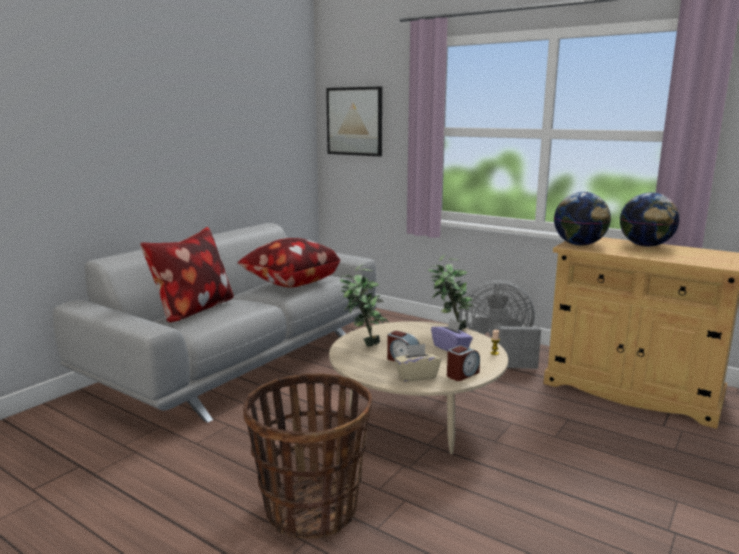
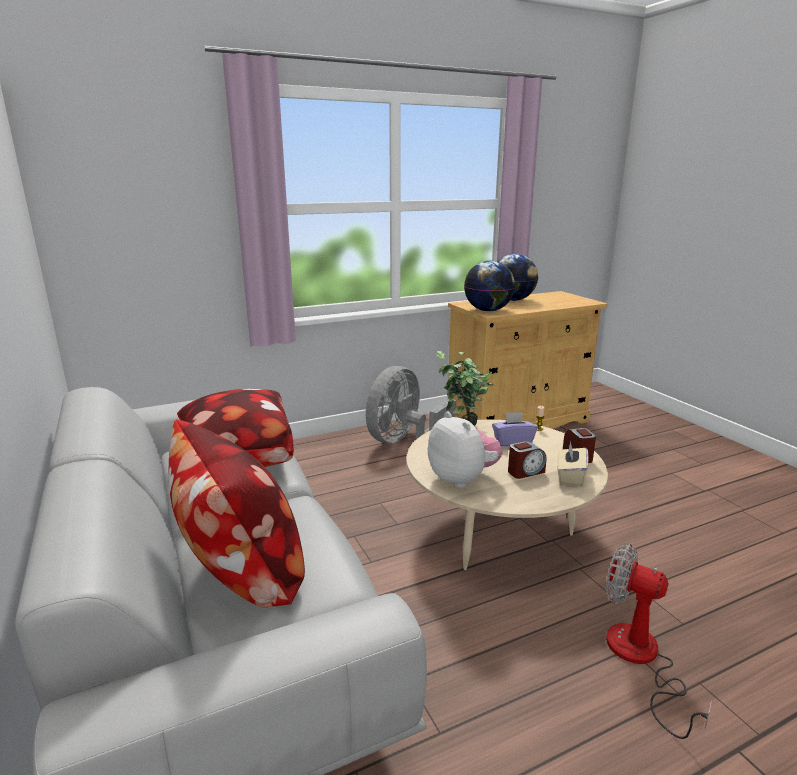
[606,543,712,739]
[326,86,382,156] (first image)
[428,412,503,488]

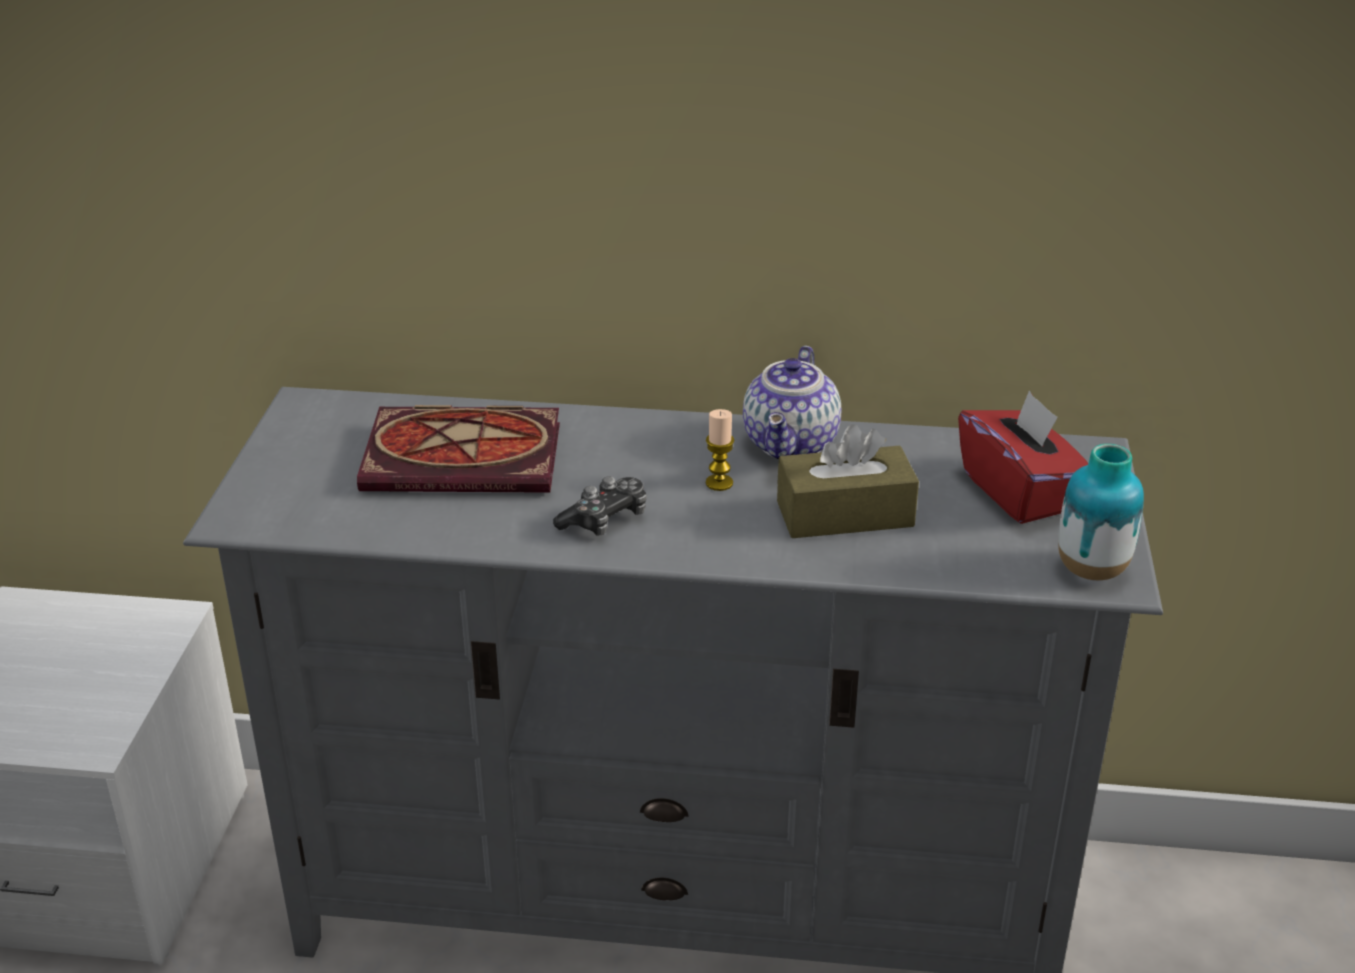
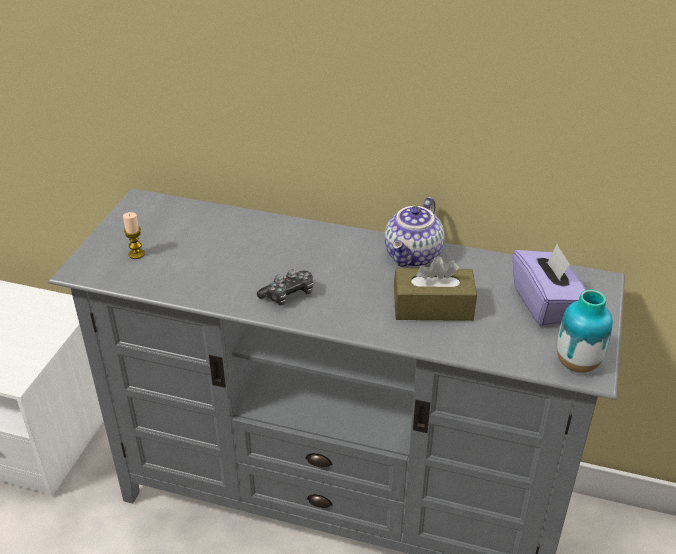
[357,405,560,493] (first image)
[123,212,145,259]
[512,243,586,326]

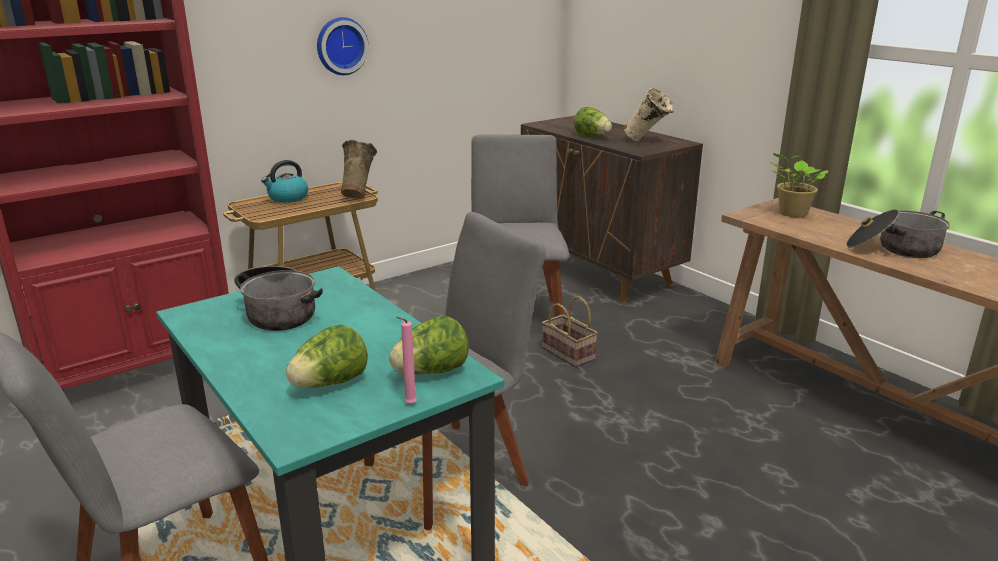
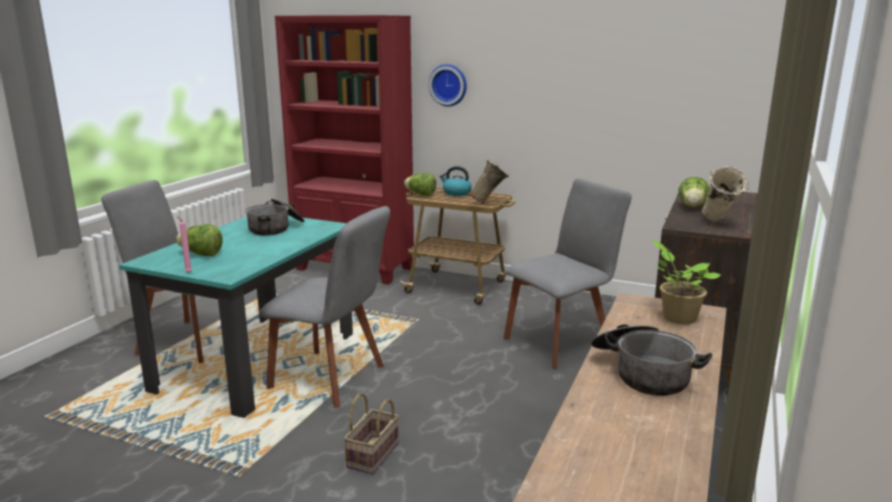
[429,64,467,107]
[404,173,436,196]
[344,393,399,474]

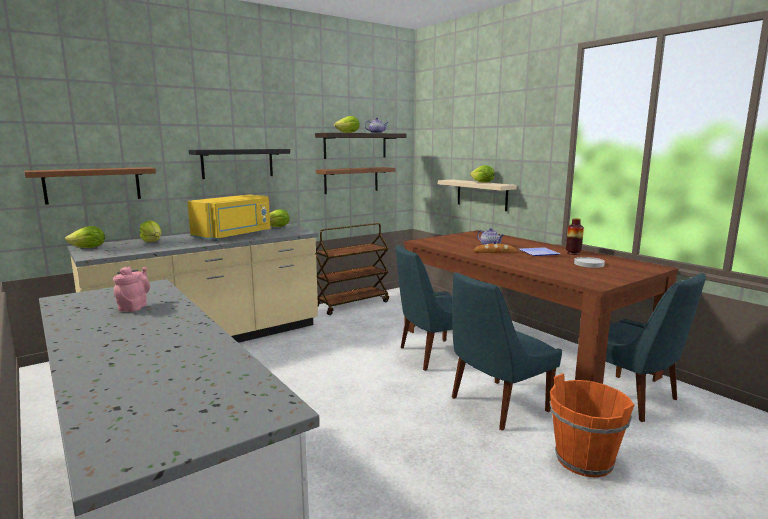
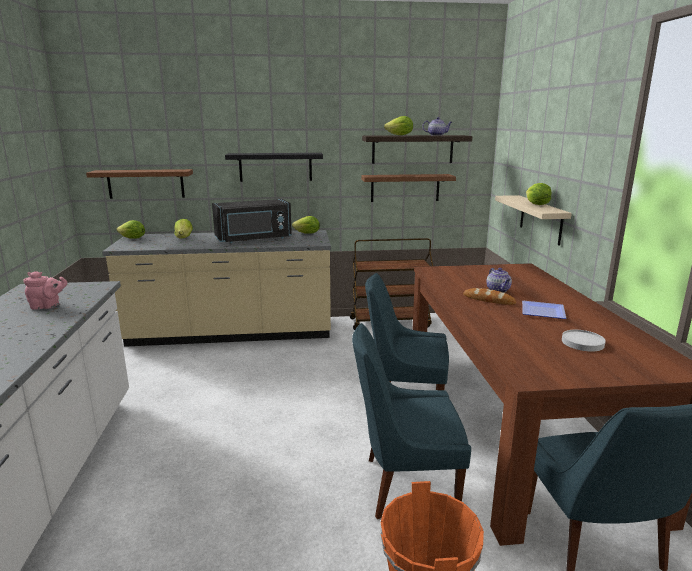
[24,271,68,310]
[212,199,292,243]
[566,218,584,255] (first image)

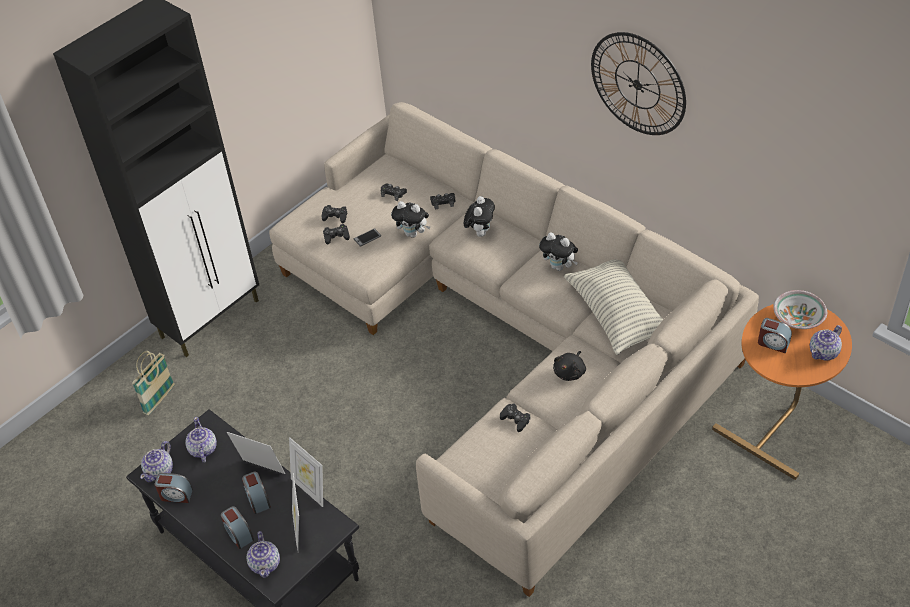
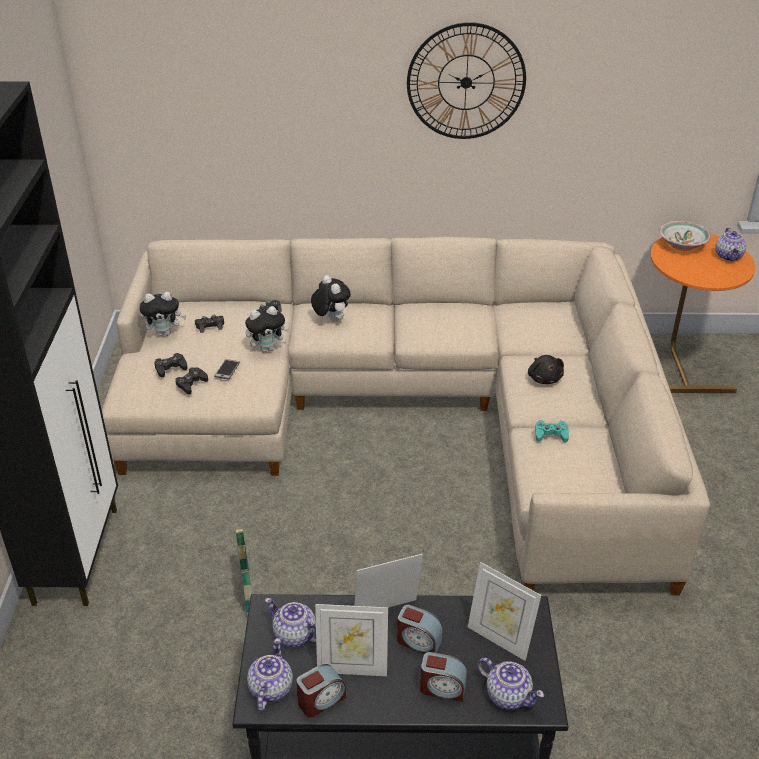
[235,529,252,616]
[247,638,293,711]
[315,604,388,676]
[535,420,569,443]
[140,292,186,336]
[564,259,663,355] (first image)
[758,318,792,353] (first image)

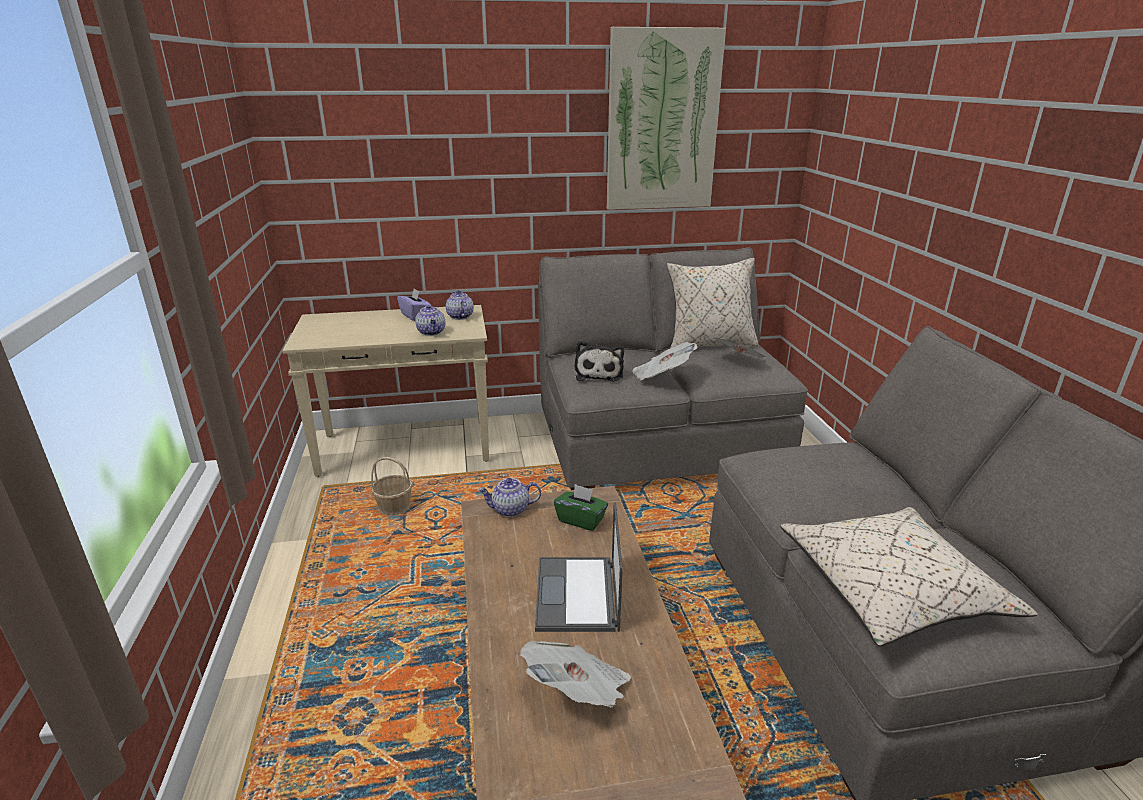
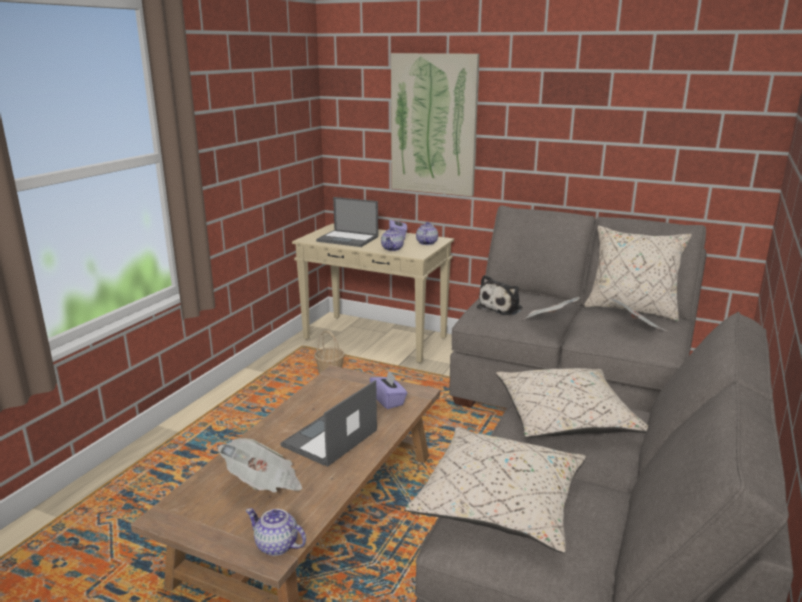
[246,508,306,556]
[370,371,408,409]
[391,53,479,196]
[316,197,378,247]
[496,368,648,438]

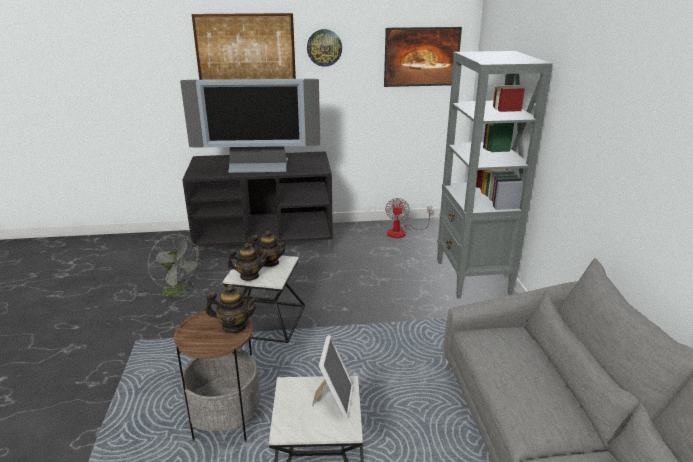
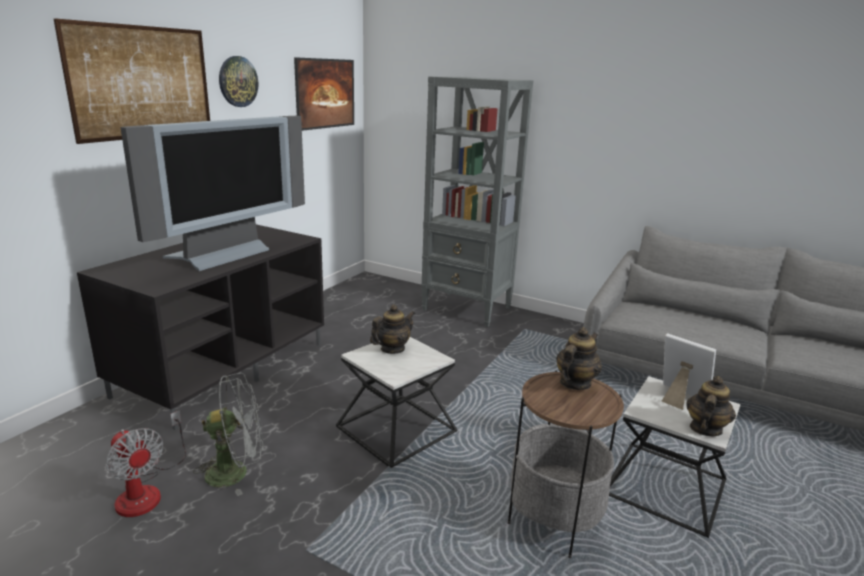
[686,376,736,437]
[106,410,186,517]

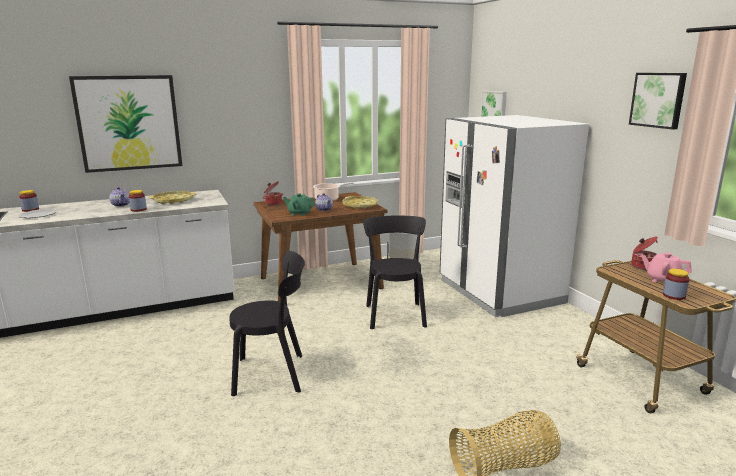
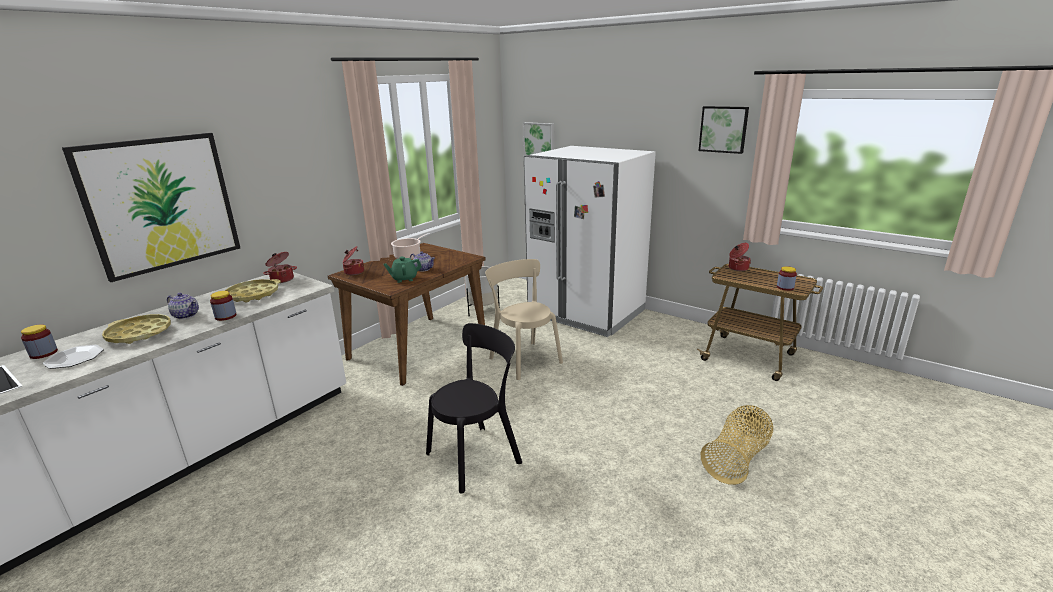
[102,314,171,344]
[485,259,563,380]
[641,252,692,282] (first image)
[263,252,297,283]

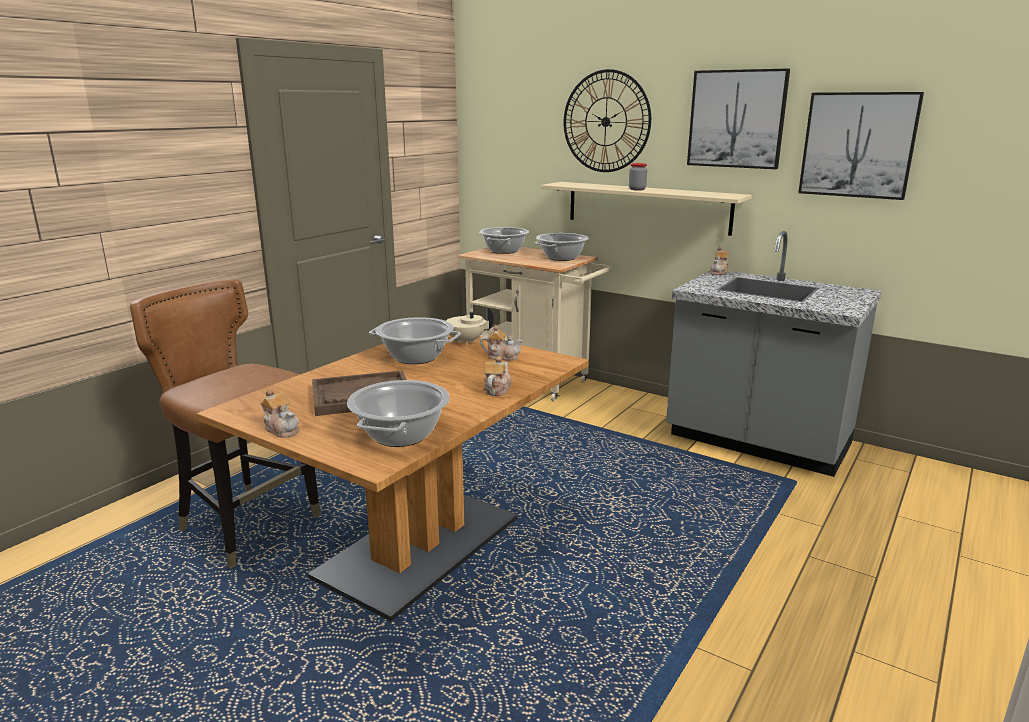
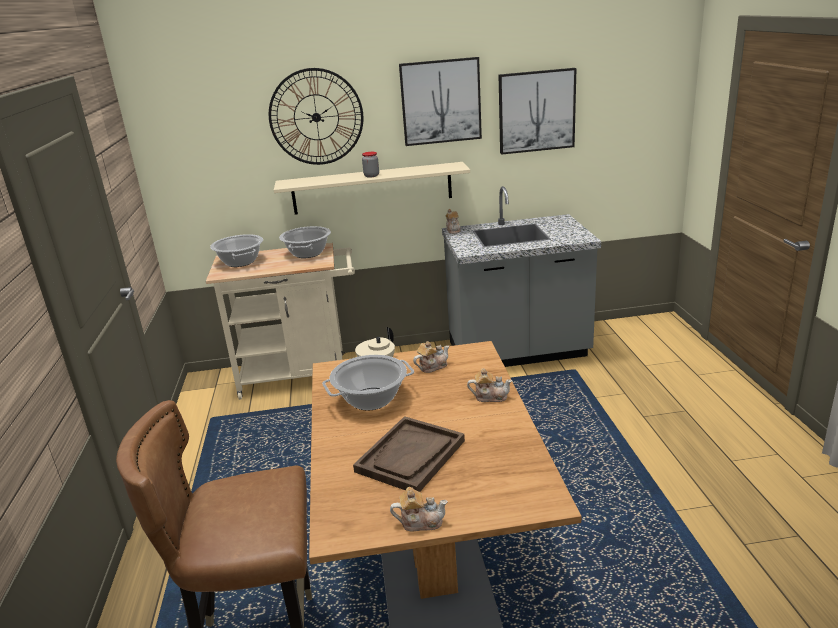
[347,380,450,447] (first image)
[467,368,512,402]

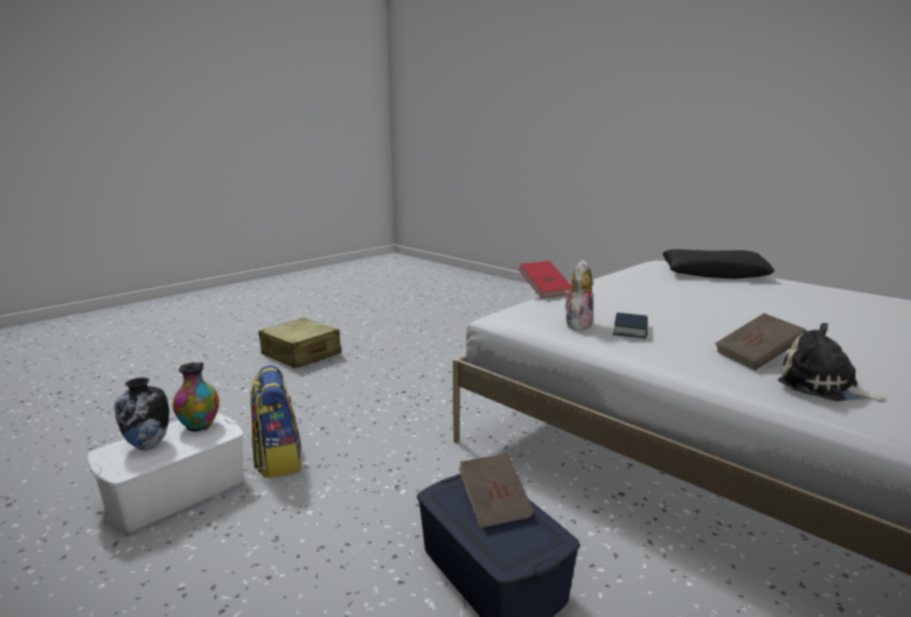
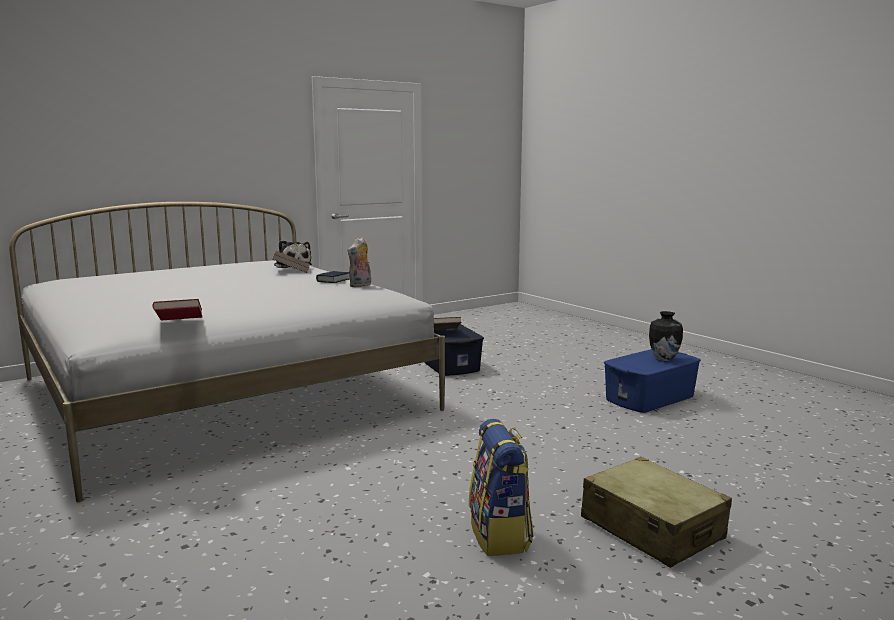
[604,349,701,413]
[173,362,219,432] (first image)
[469,419,534,556]
[153,299,203,321]
[663,249,774,279] (first image)

